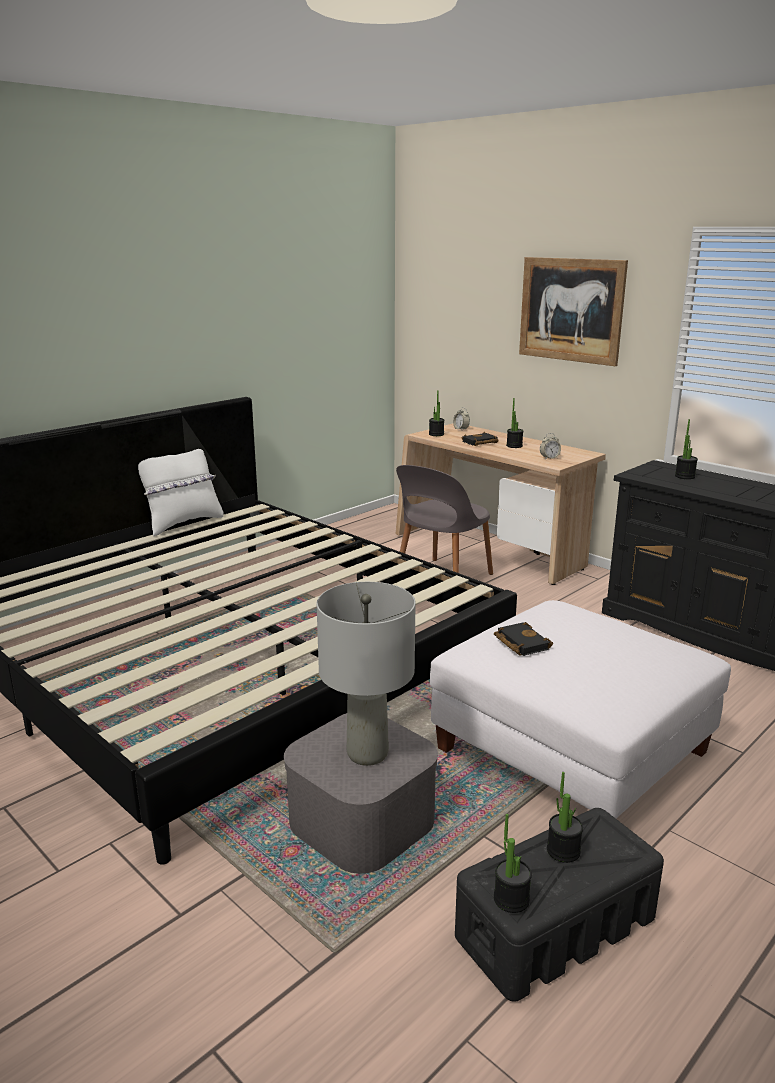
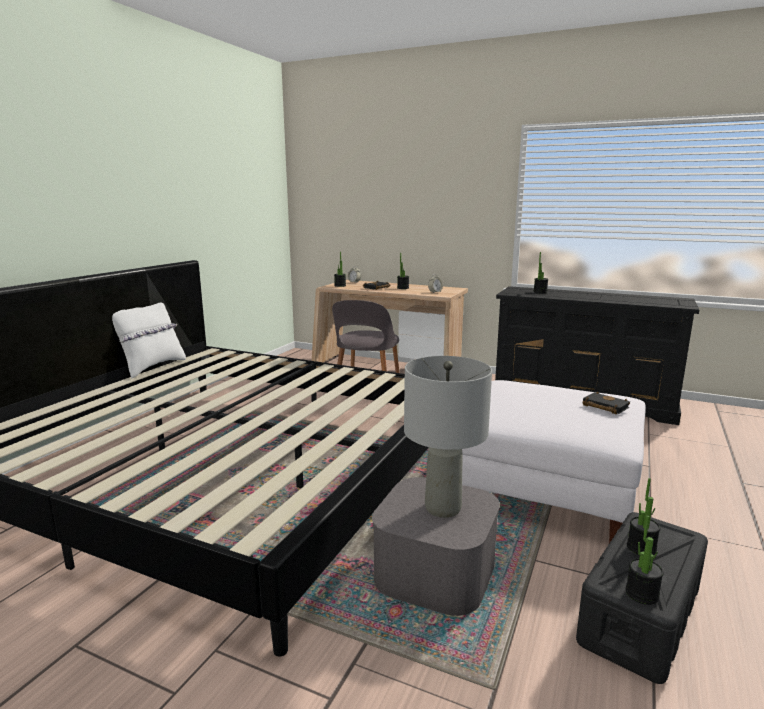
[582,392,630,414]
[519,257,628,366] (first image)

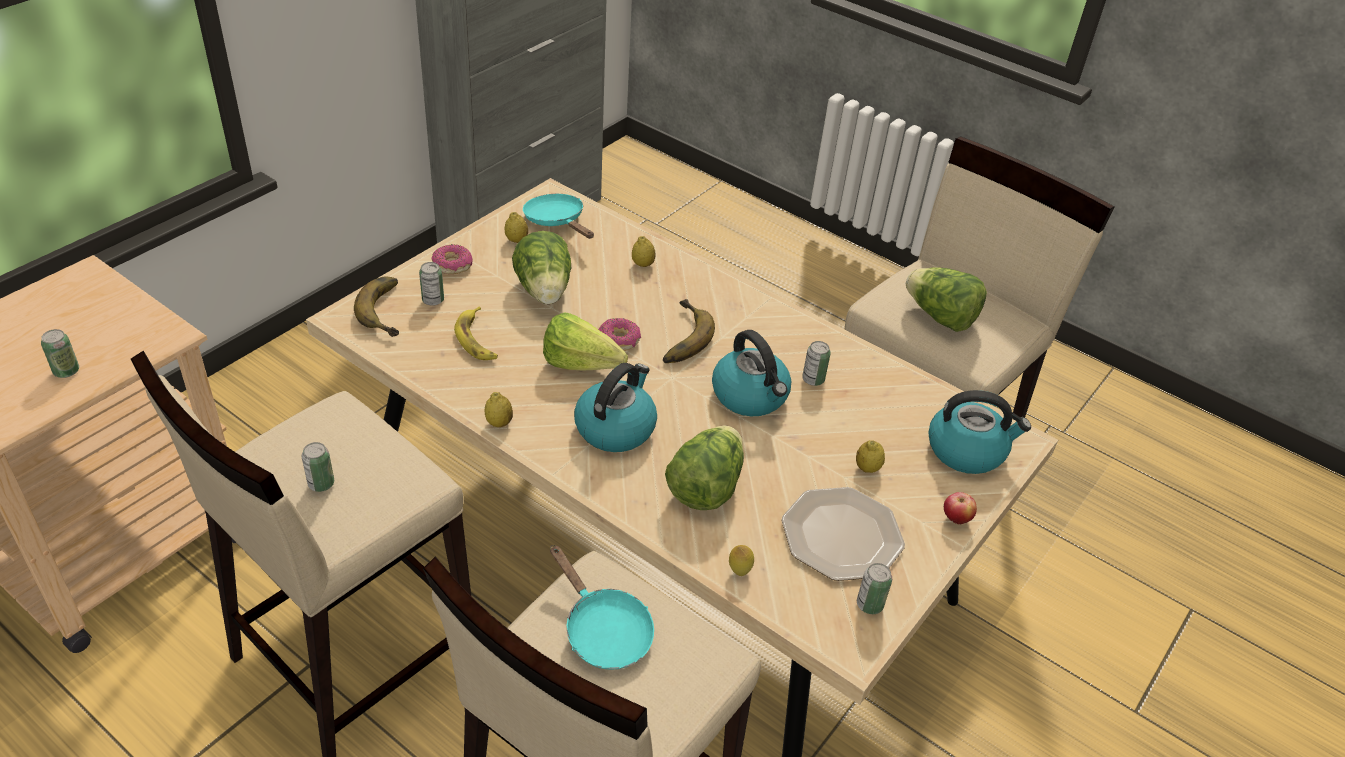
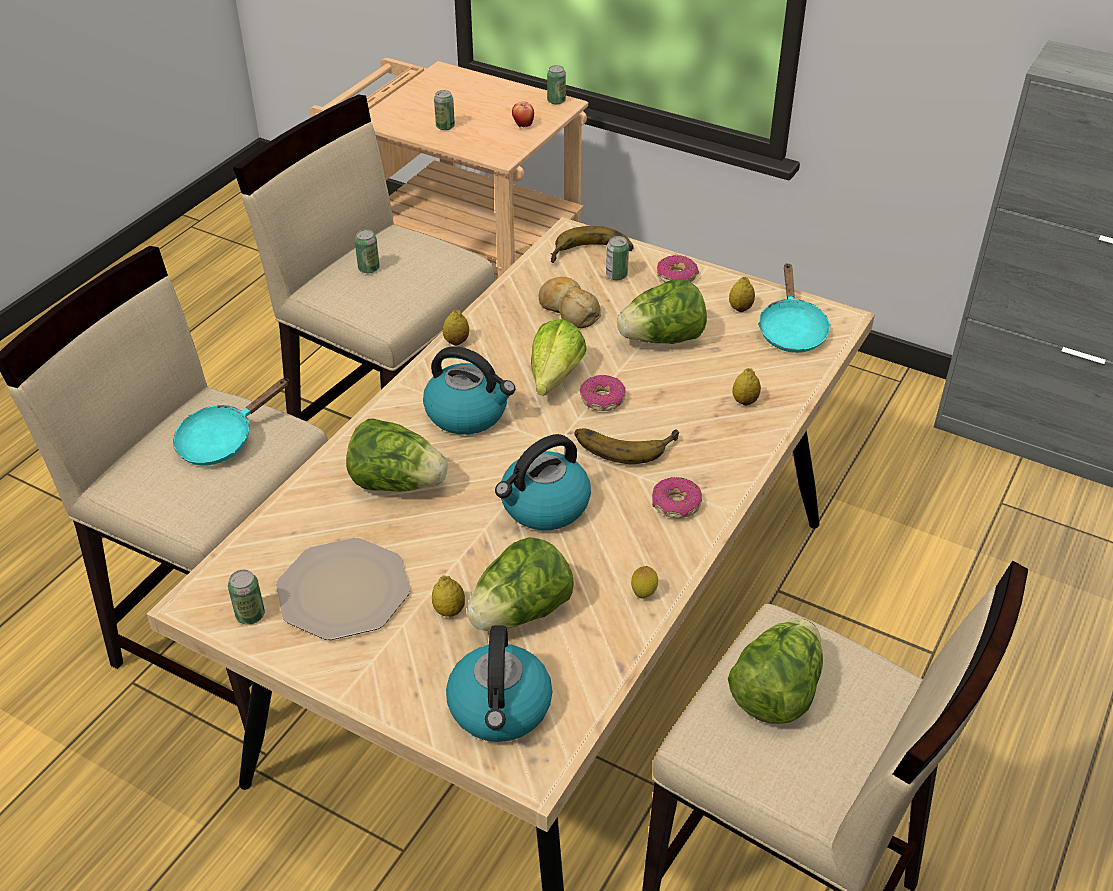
[539,277,601,328]
[758,263,831,353]
[631,566,658,599]
[547,65,566,105]
[512,102,534,127]
[467,537,574,631]
[652,477,702,518]

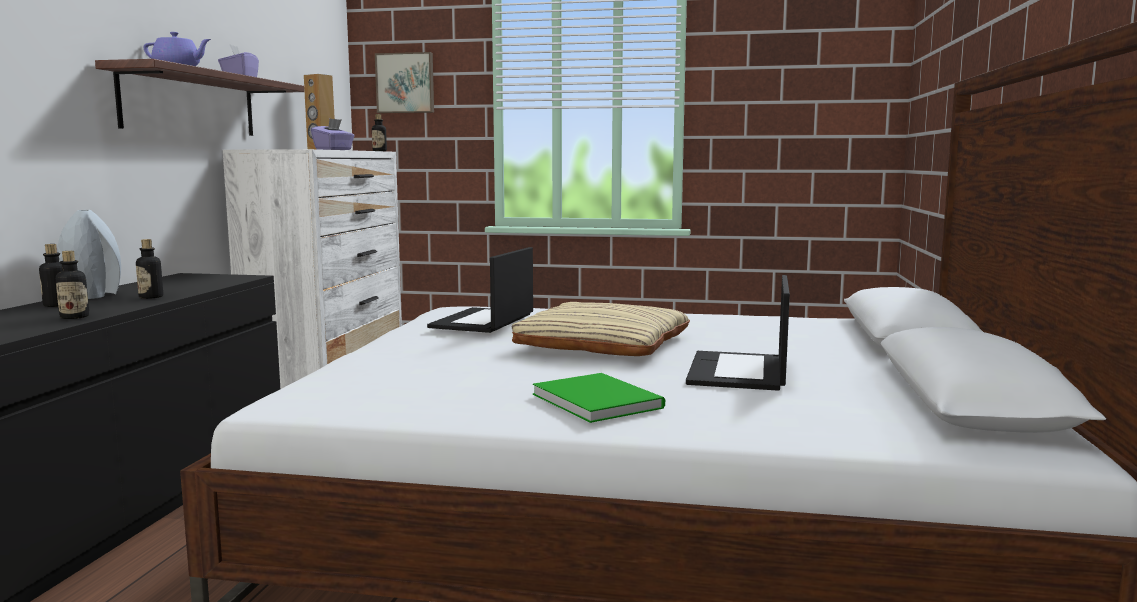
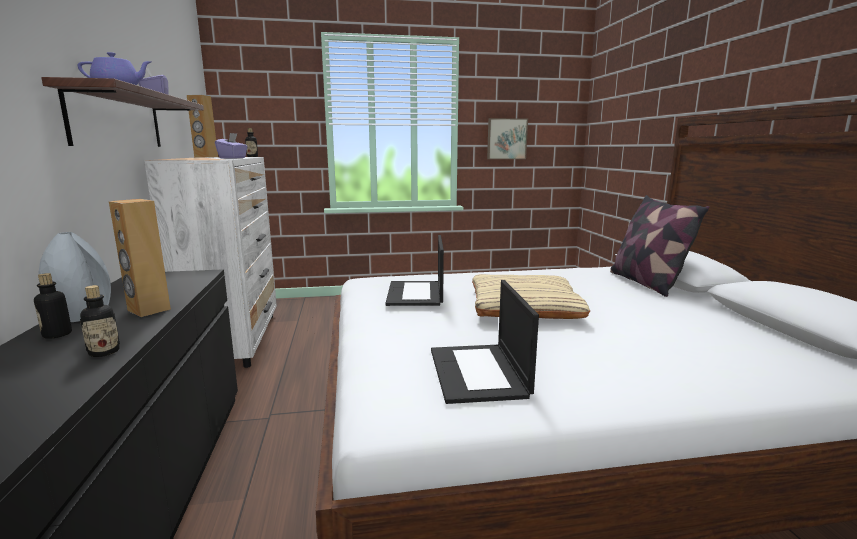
[109,199,171,317]
[487,118,528,159]
[533,373,665,423] (first image)
[431,280,539,404]
[610,195,709,297]

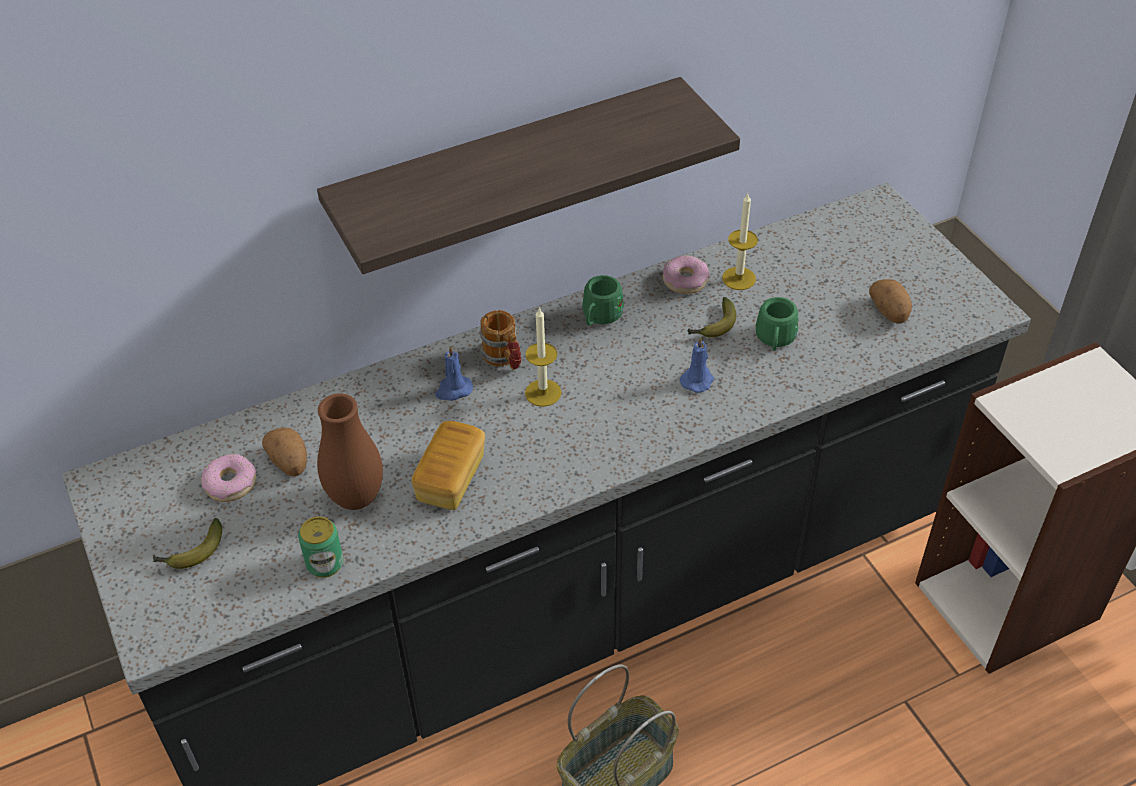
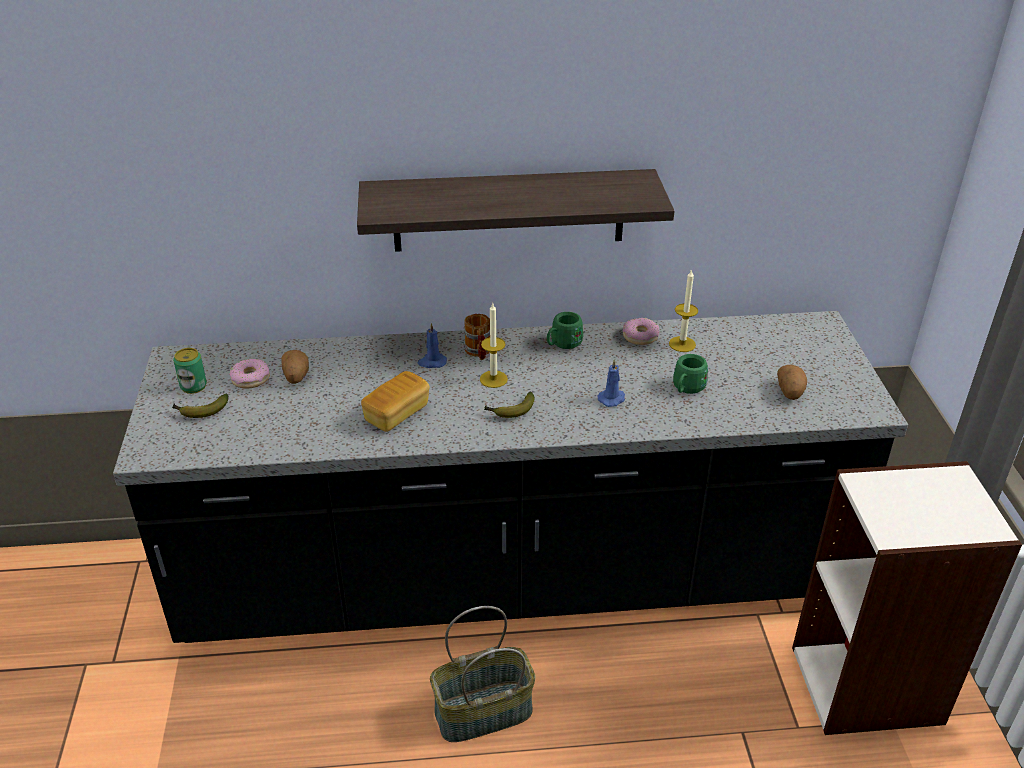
[173,348,207,394]
[317,393,383,510] (first image)
[484,391,535,418]

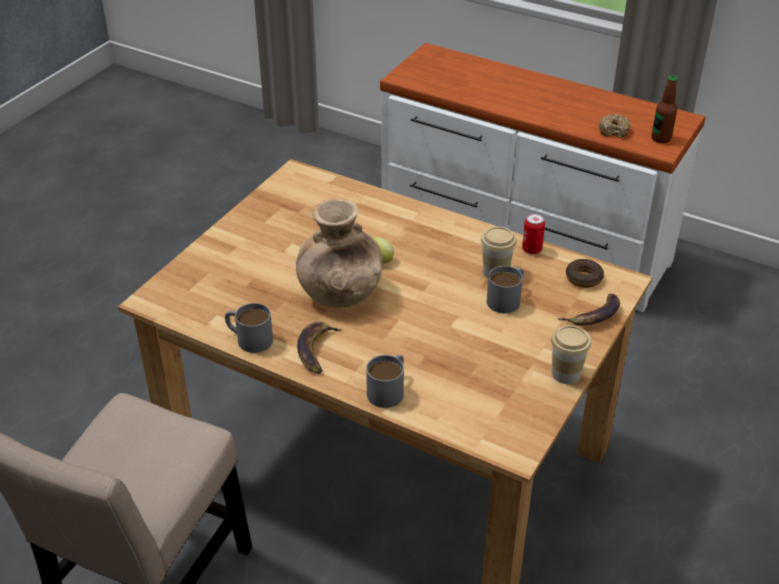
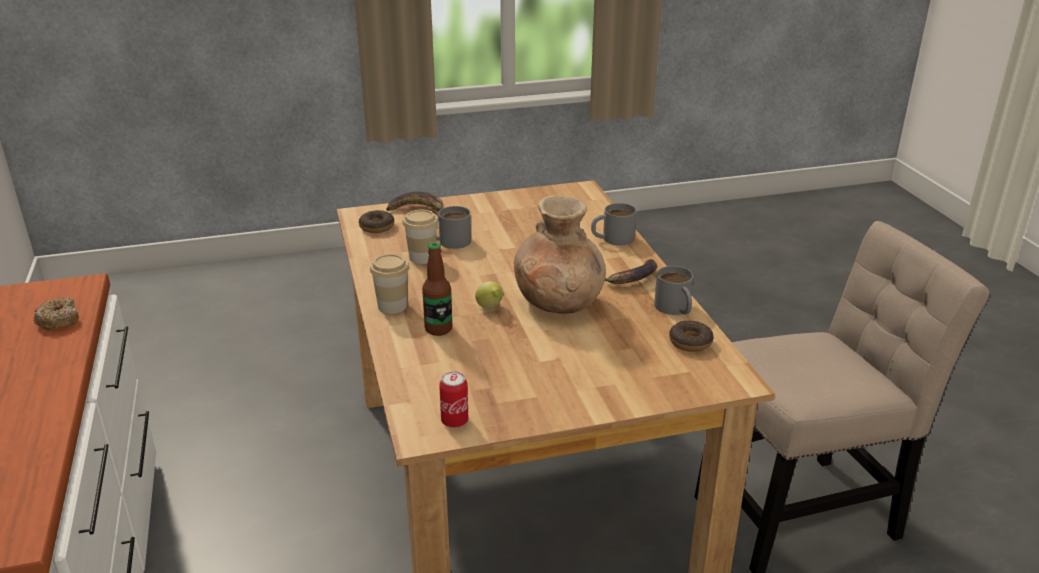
[439,372,468,428]
[370,254,409,314]
[422,242,453,336]
[669,321,714,352]

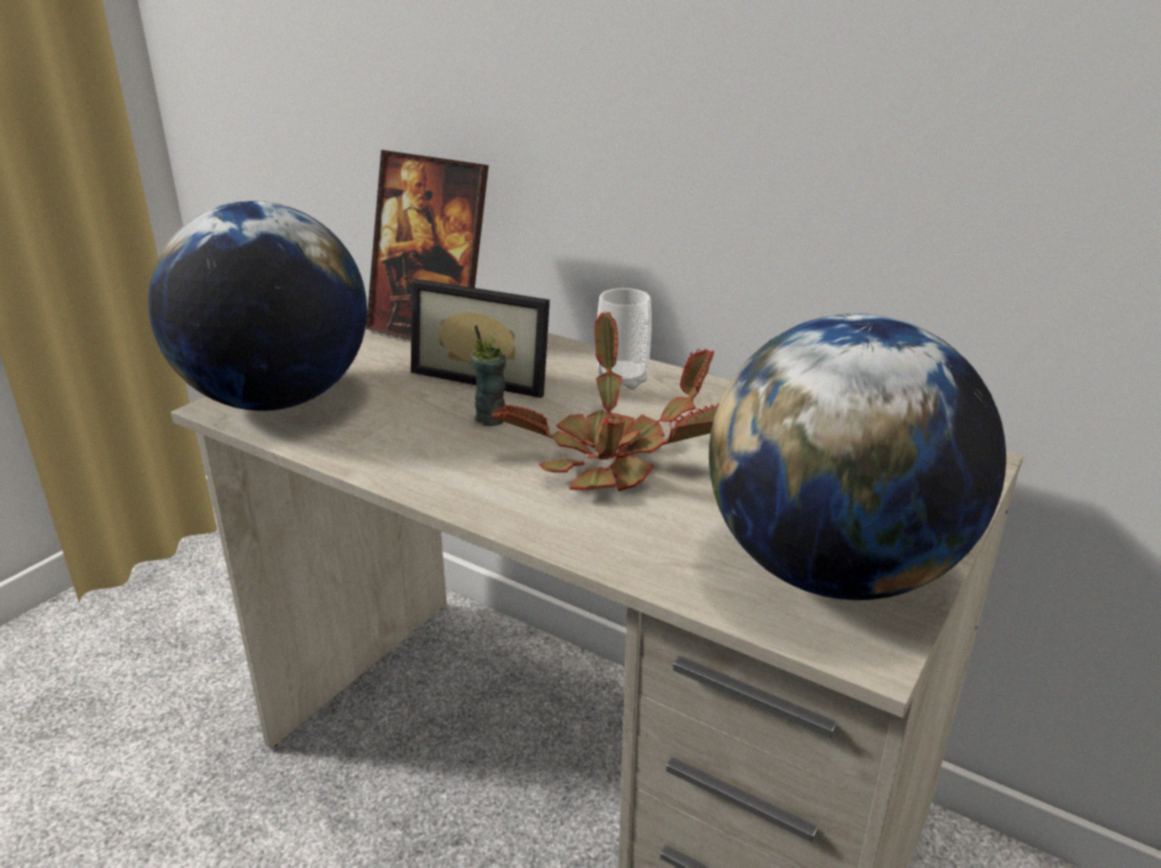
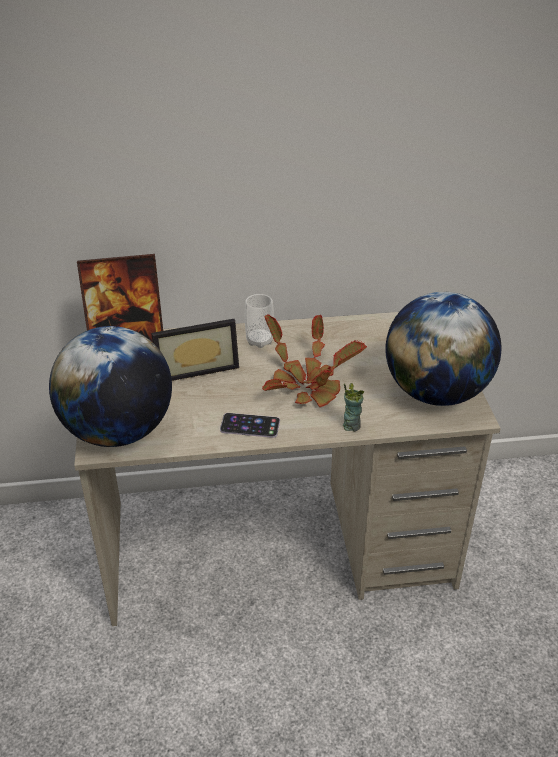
[343,383,364,432]
[220,413,280,438]

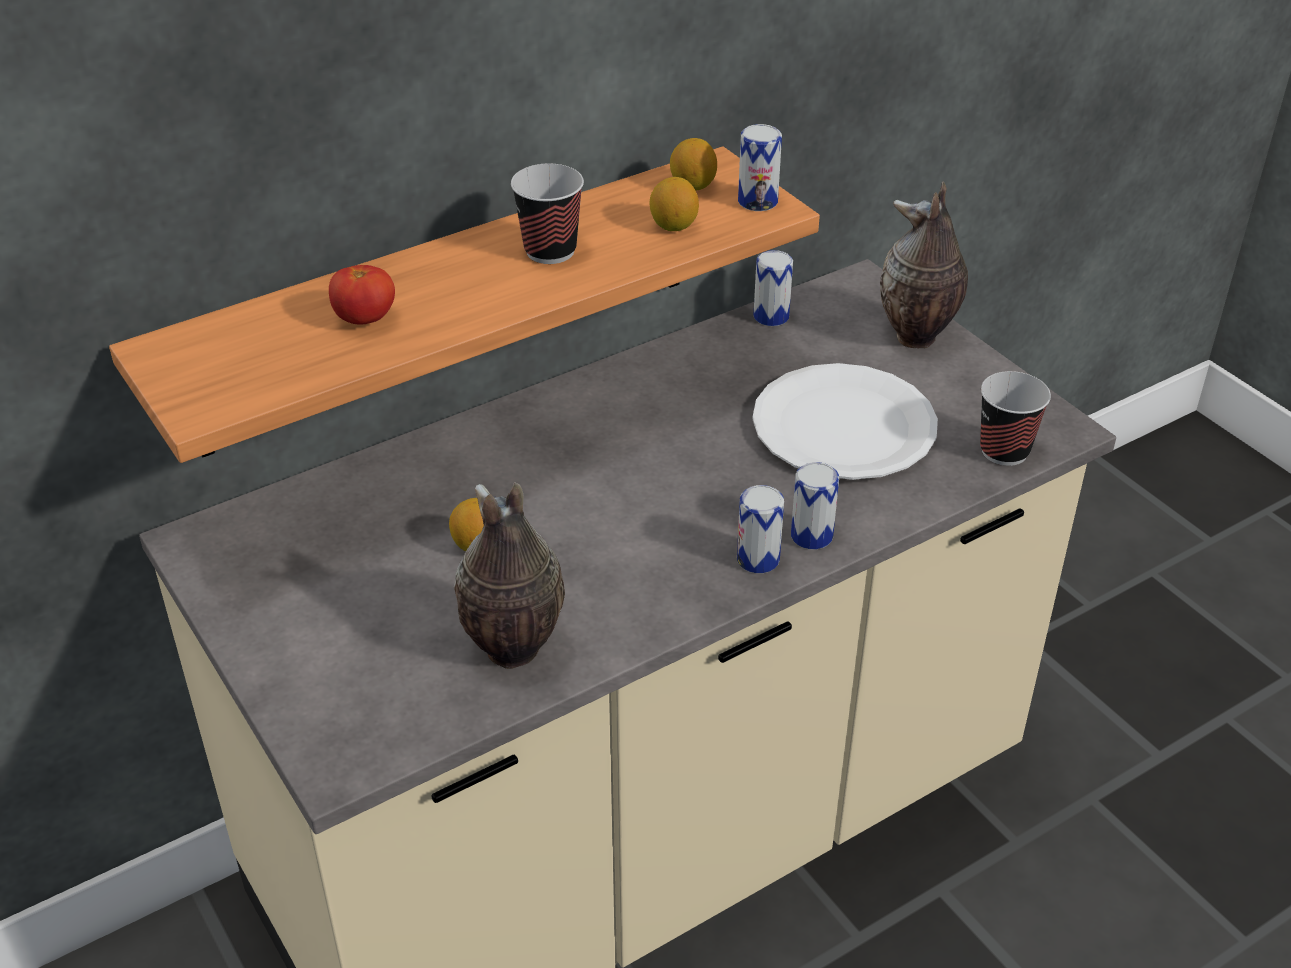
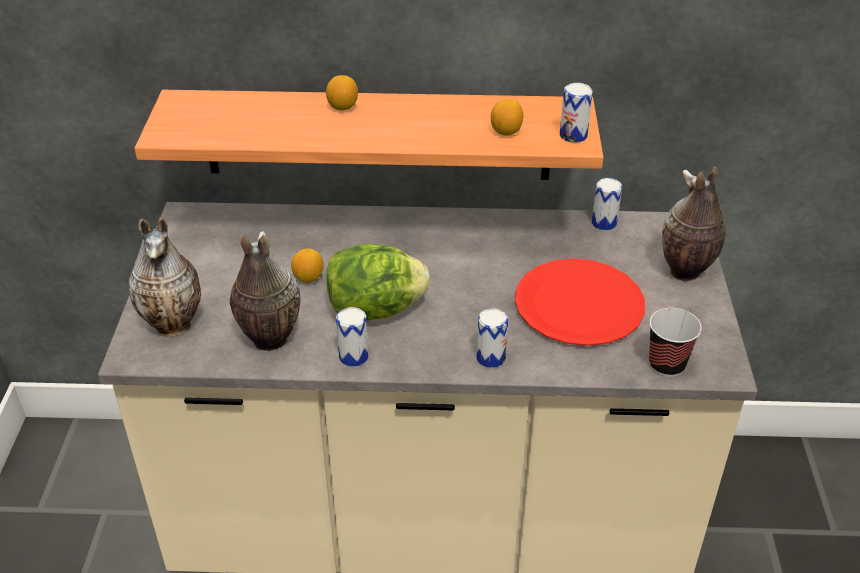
[329,265,395,325] (first image)
[511,164,584,264] (first image)
[326,75,358,111]
[336,307,368,367]
[515,258,645,346]
[129,218,201,337]
[327,244,430,321]

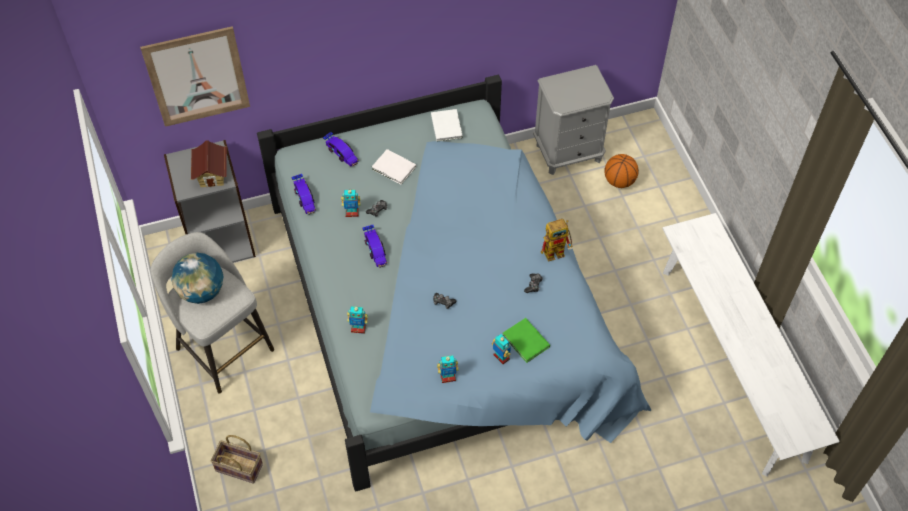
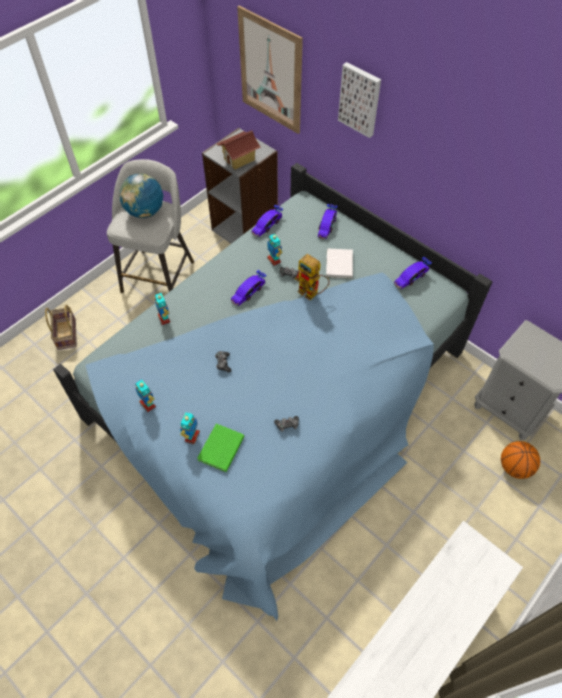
[394,257,432,289]
[295,254,329,300]
[338,62,381,138]

